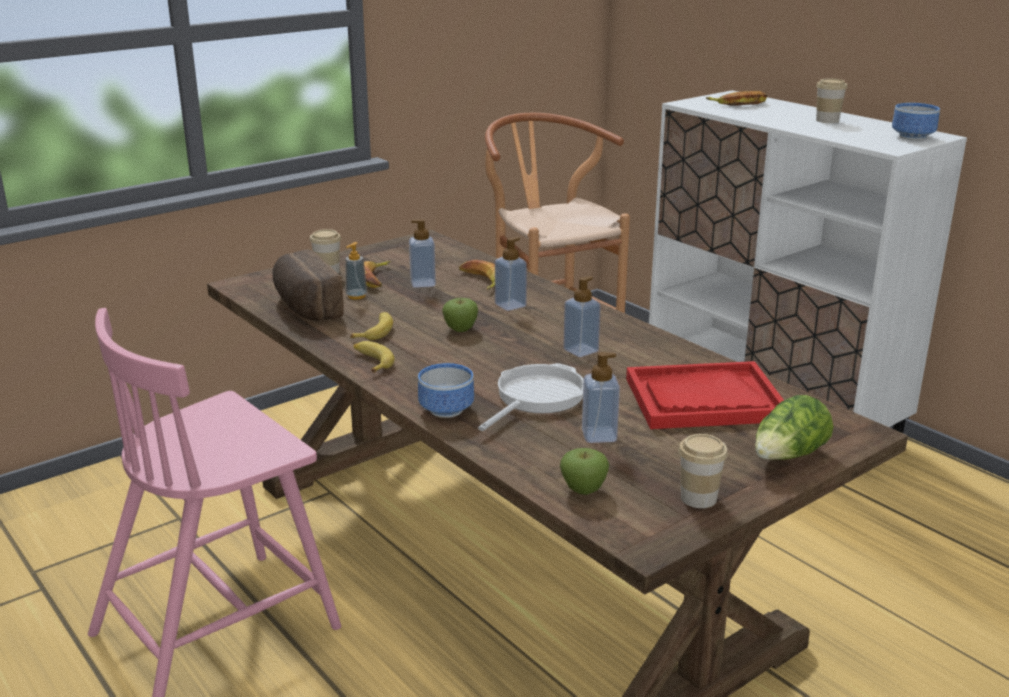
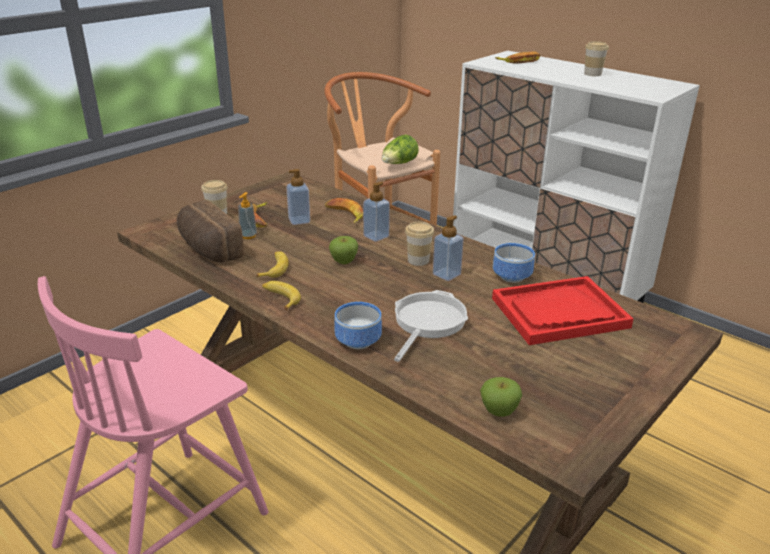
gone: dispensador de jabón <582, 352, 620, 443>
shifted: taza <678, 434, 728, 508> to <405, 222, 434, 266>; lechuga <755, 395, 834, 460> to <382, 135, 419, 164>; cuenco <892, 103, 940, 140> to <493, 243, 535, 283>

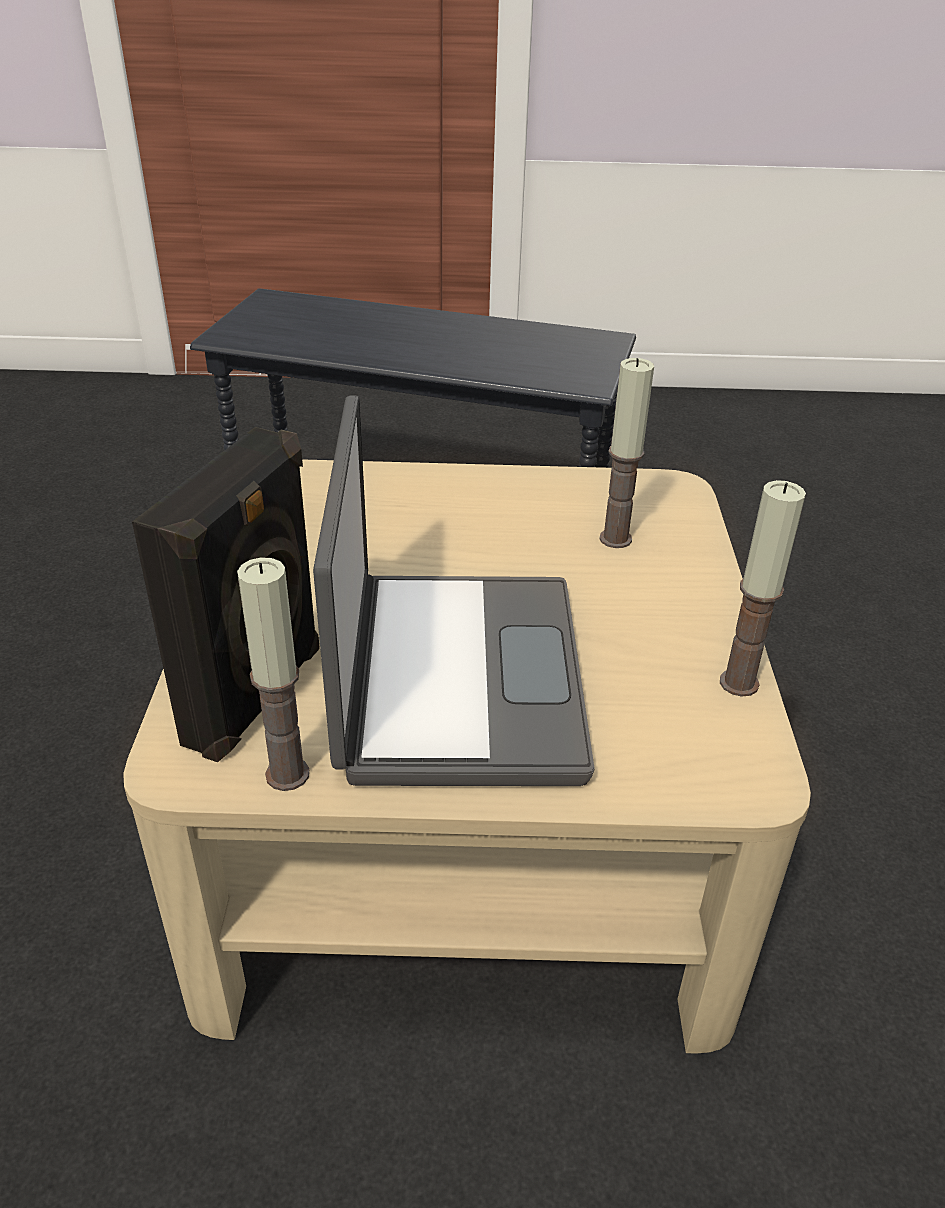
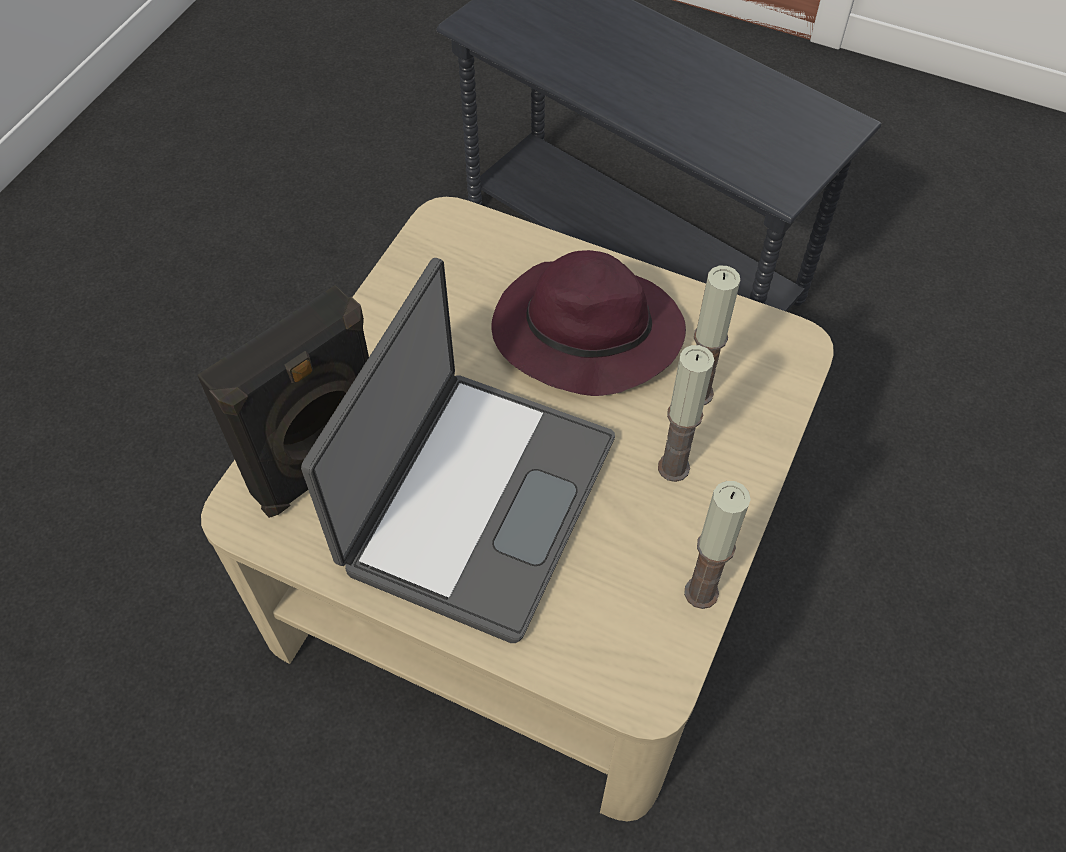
new: sombrero/morado <492, 250, 686, 396>
shifted: vela <237, 557, 309, 791> to <658, 345, 714, 482>

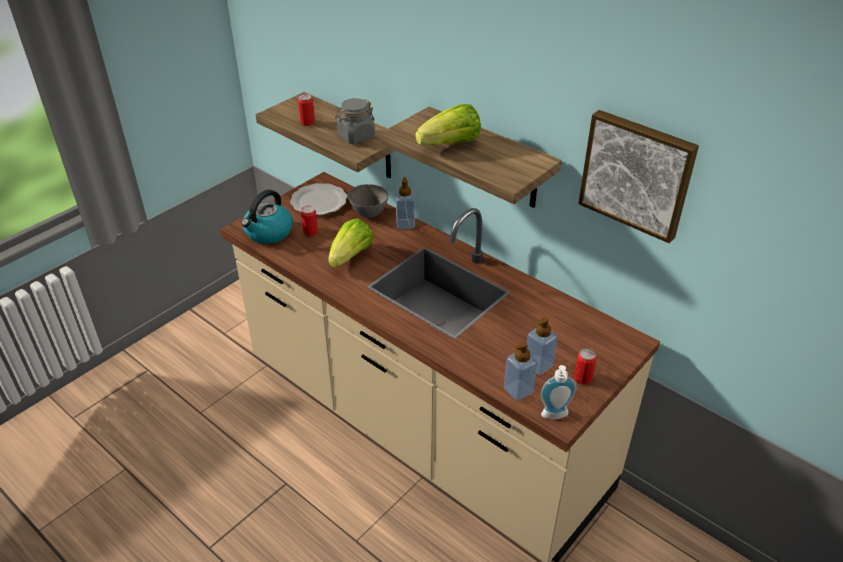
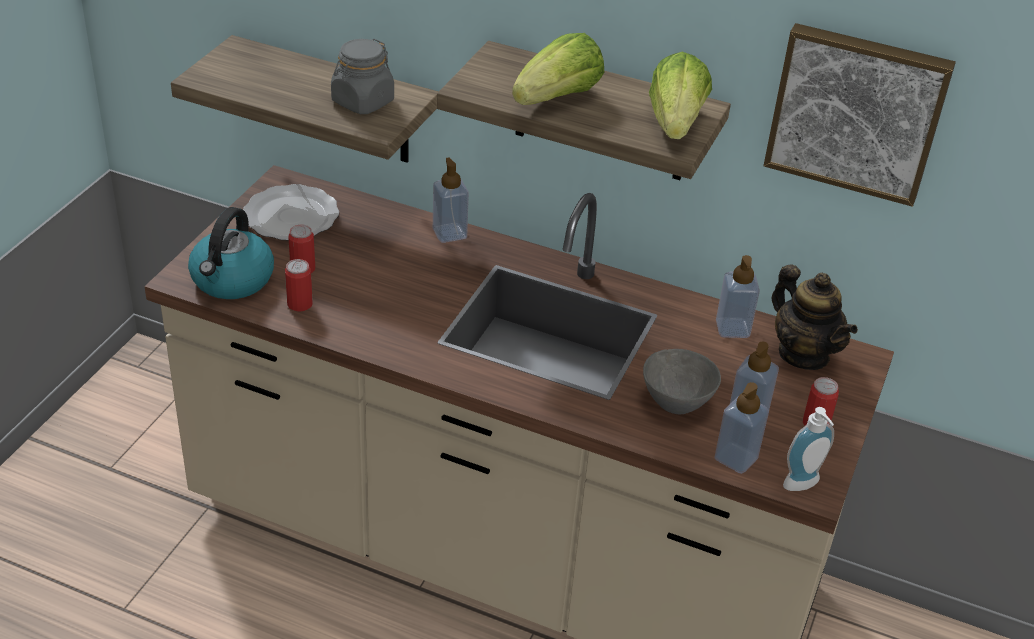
new: dispensador de jabón <716, 255, 760, 338>; tetera <772, 264, 858, 370>
shifted: lata <298, 94, 315, 126> to <285, 259, 313, 312>; lechuga <328, 218, 373, 268> to <649, 52, 712, 139>; cuenco/gris <348, 184, 389, 218> to <643, 349, 721, 414>

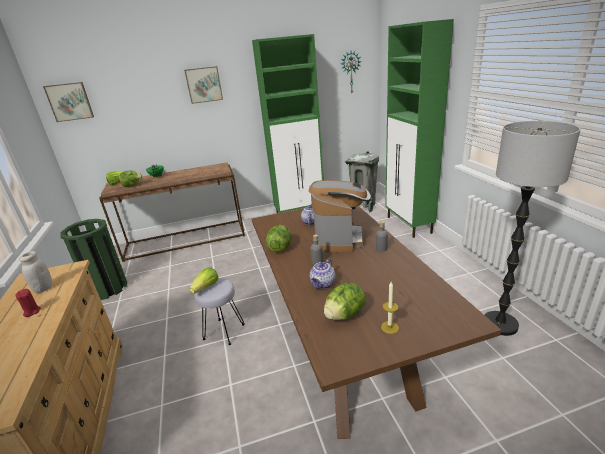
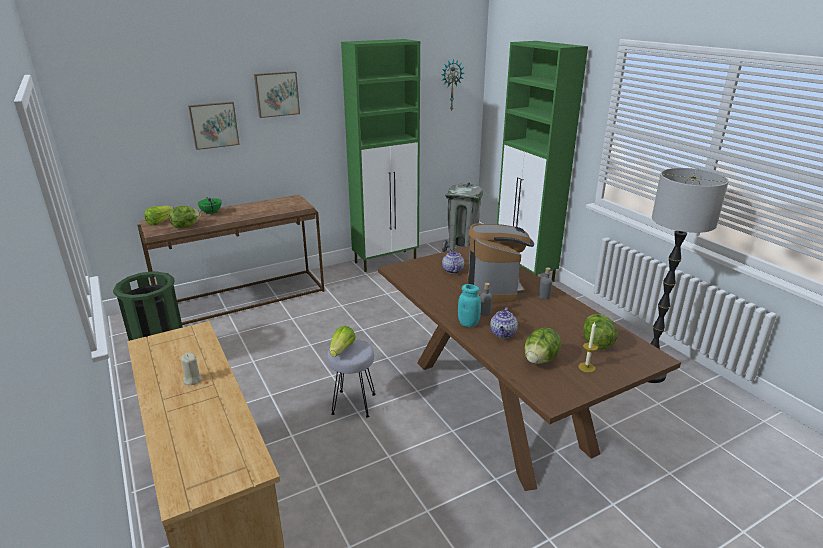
gone: tarro/blanco <19, 251, 52, 293>
new: tarro/turquesa <458, 284, 481, 327>
shifted: cuadro <43, 82, 94, 122> to <188, 102, 240, 150>; lechuga <266, 225, 292, 252> to <583, 314, 618, 350>
repainted: vela/rojo <15, 289, 41, 317> to vela/beis <181, 352, 202, 385>

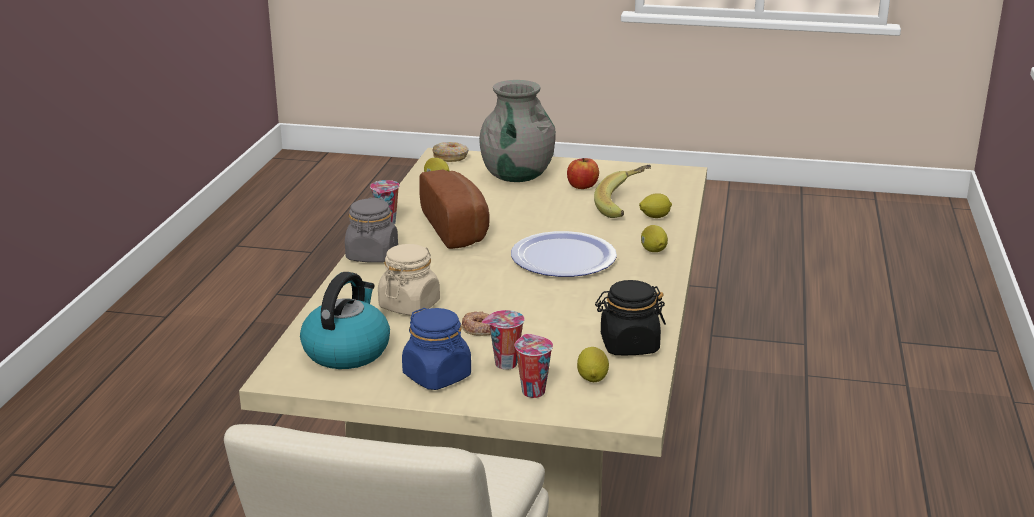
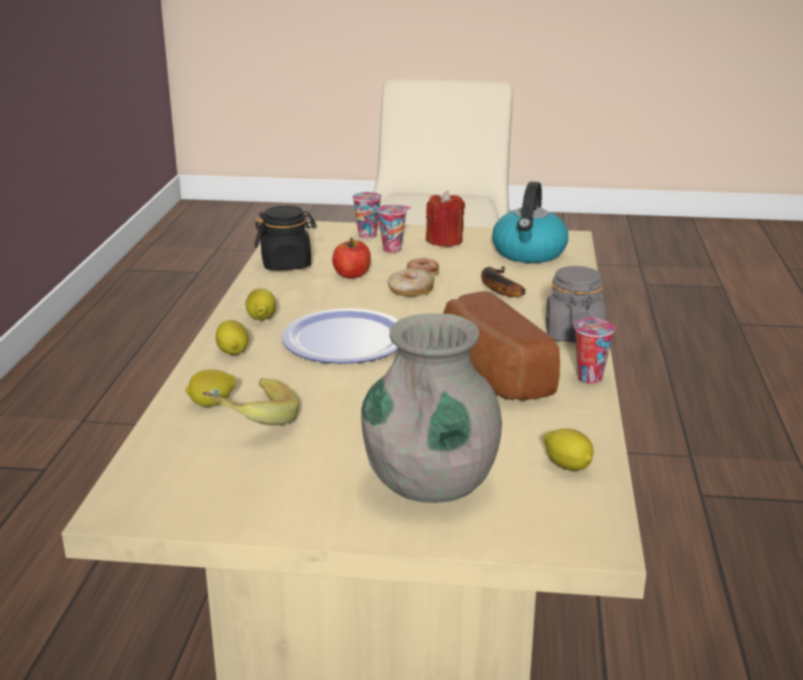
shifted: rosquilla <433, 142, 469, 162> to <387, 268, 434, 297>; manzana <567, 158, 599, 189> to <332, 238, 371, 278>; limón <577, 347, 609, 382> to <245, 288, 276, 320>
swapped: tarro/beis <378, 244, 440, 316> to plátano <481, 266, 526, 297>; tarro/azul <402, 308, 471, 390> to vela/rojo <426, 191, 465, 247>

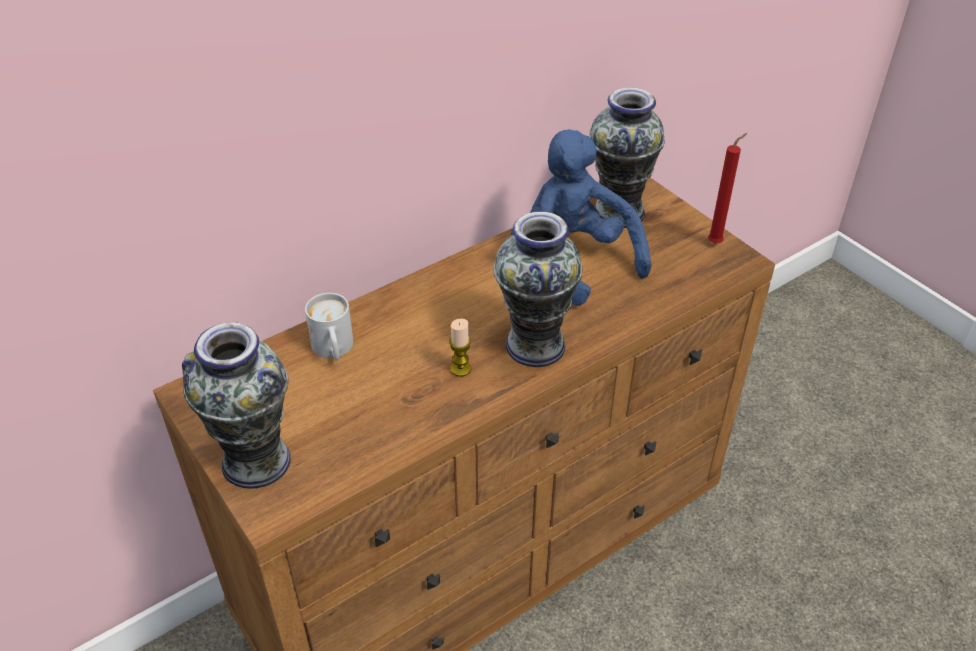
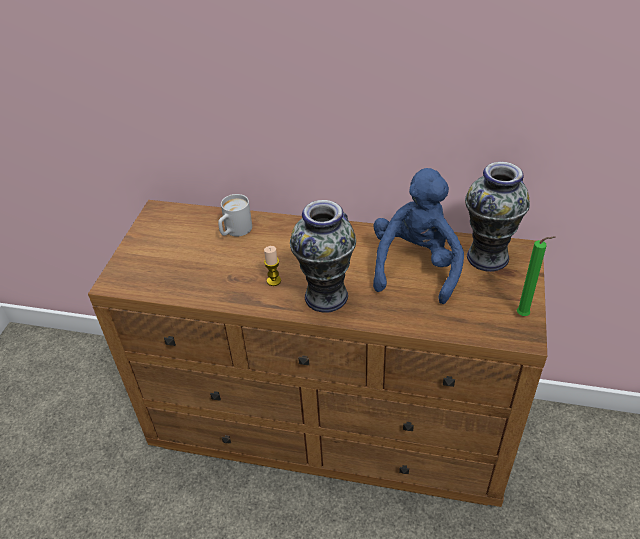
gone: florero <182, 322, 291, 489>
repainted: vela/rojo <708, 133, 747, 244> to vela/verde <517, 236, 555, 316>

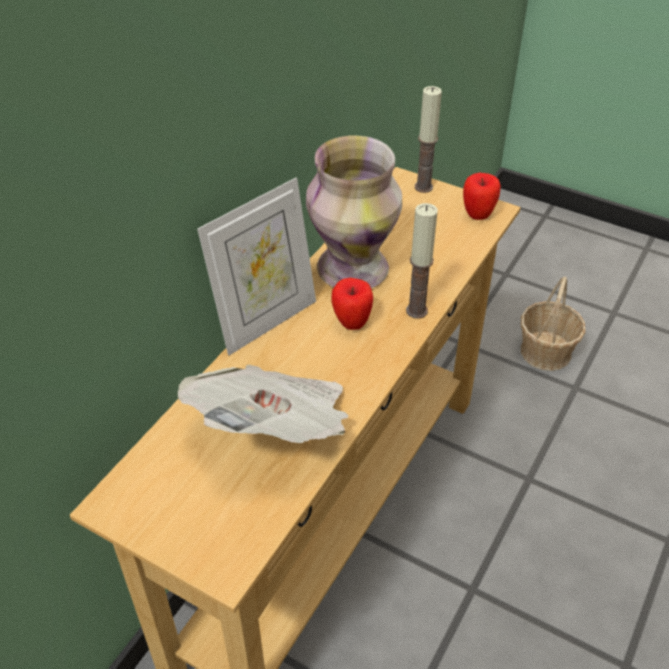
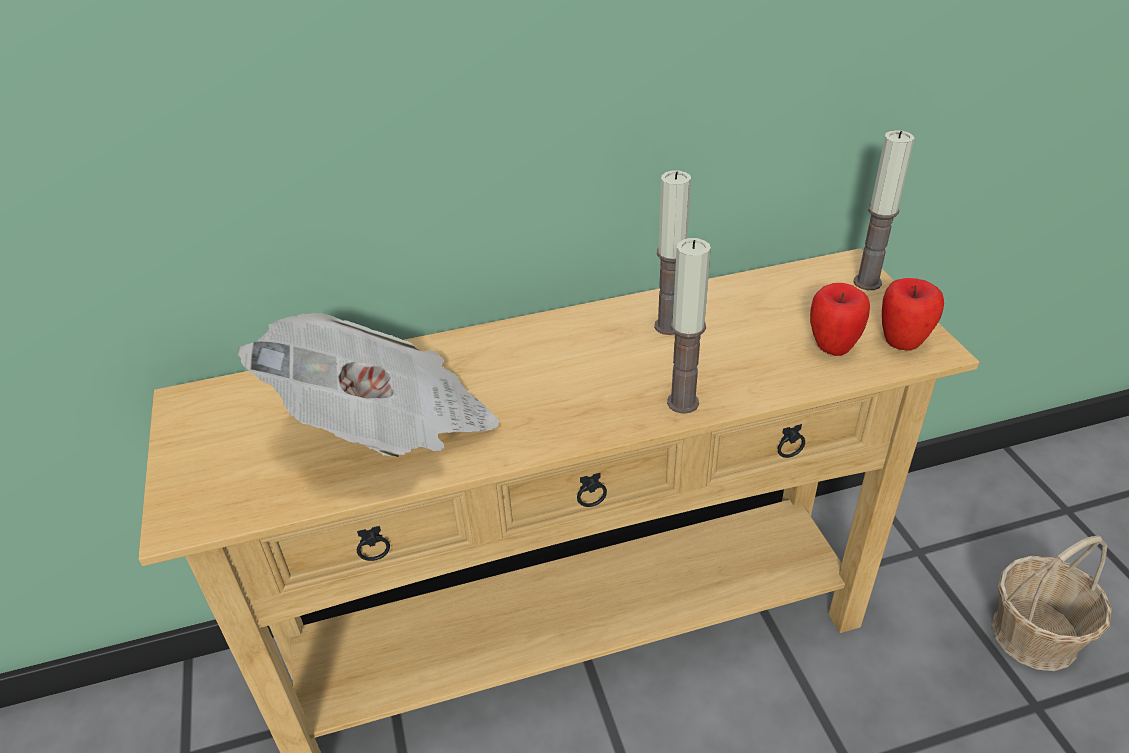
gone: portarretratos <197, 177, 316, 355>
shifted: manzana <331, 278, 373, 330> to <810, 283, 870, 356>
swapped: florero <306, 135, 402, 288> to vela <654, 170, 691, 335>

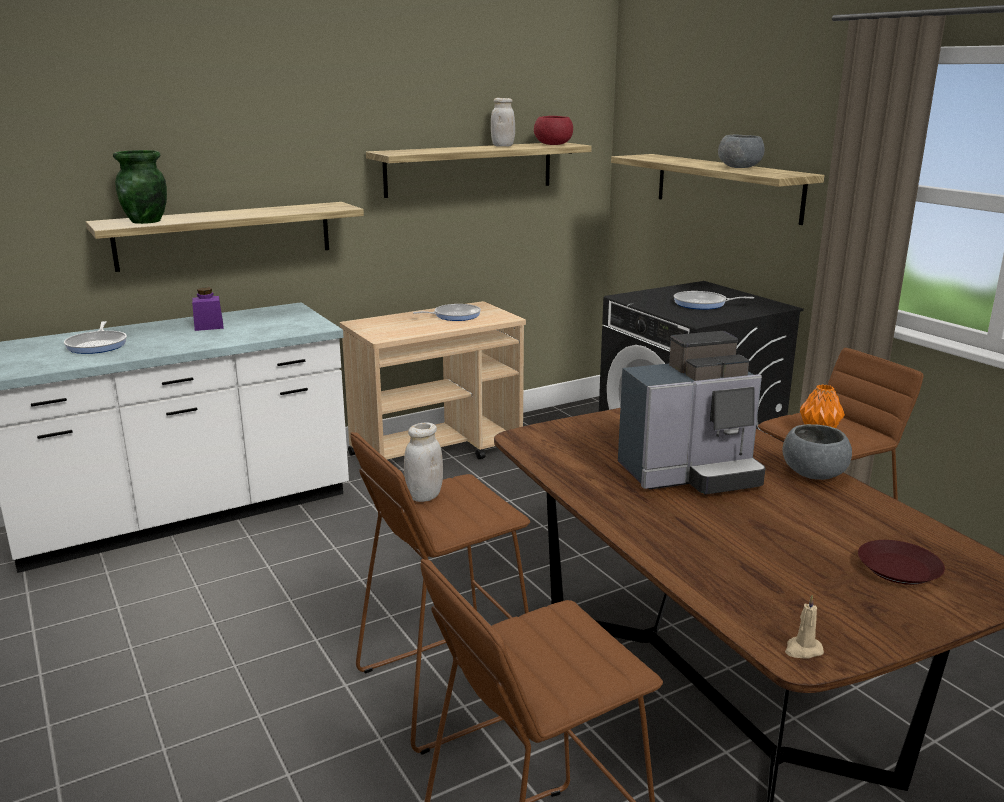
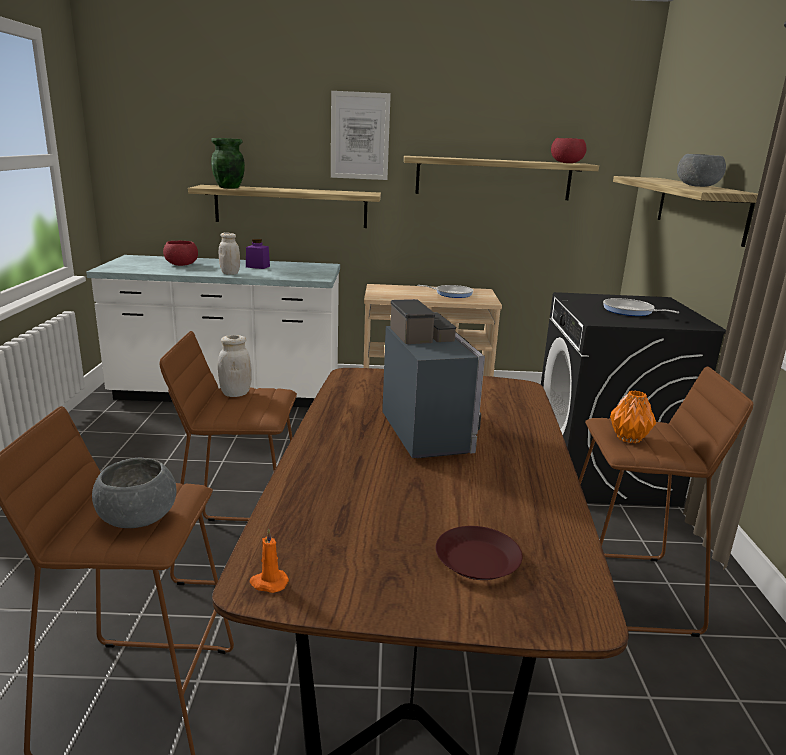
new: cuadro <331, 91, 391, 180>
shifted: tarro/blanco <491, 98, 515, 147> to <219, 233, 240, 275>; cuenco/gris <782, 424, 852, 480> to <92, 457, 176, 528>
swapped: sartén <64, 321, 127, 354> to cuenco/rojo <163, 241, 198, 266>
repainted: vela/beis <785, 595, 824, 659> to vela/naranja <250, 528, 289, 593>
rotated: cafetera <618, 331, 766, 495> = <382, 299, 485, 458> 120 degrees counterclockwise

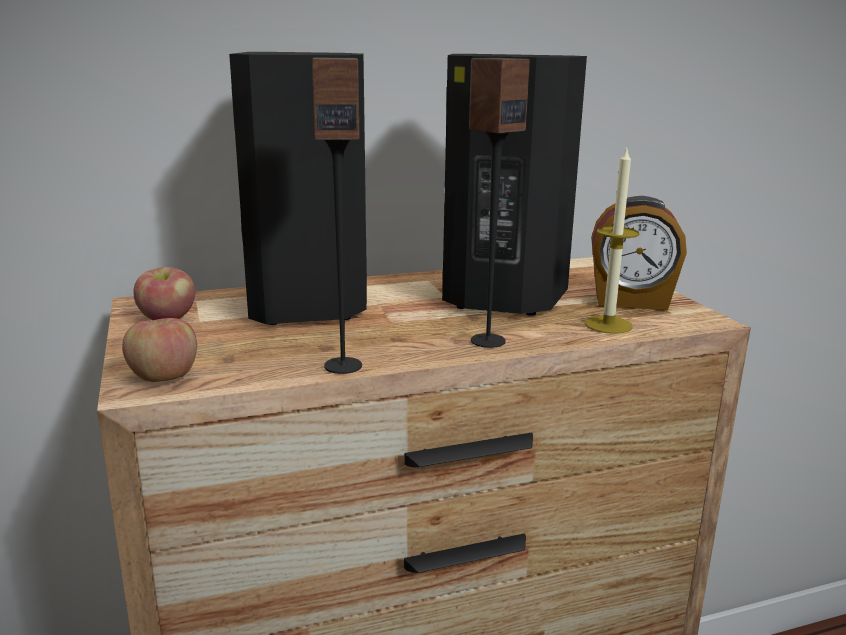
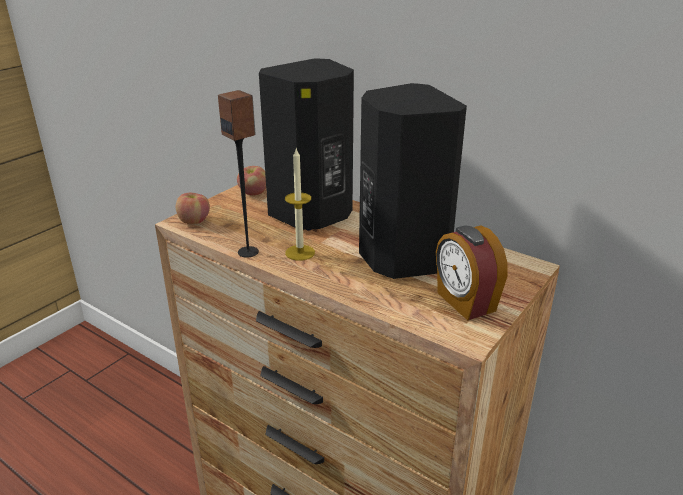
gone: altavoz <469, 58, 530, 348>
shifted: vela <585, 146, 640, 334> to <285, 149, 315, 261>

